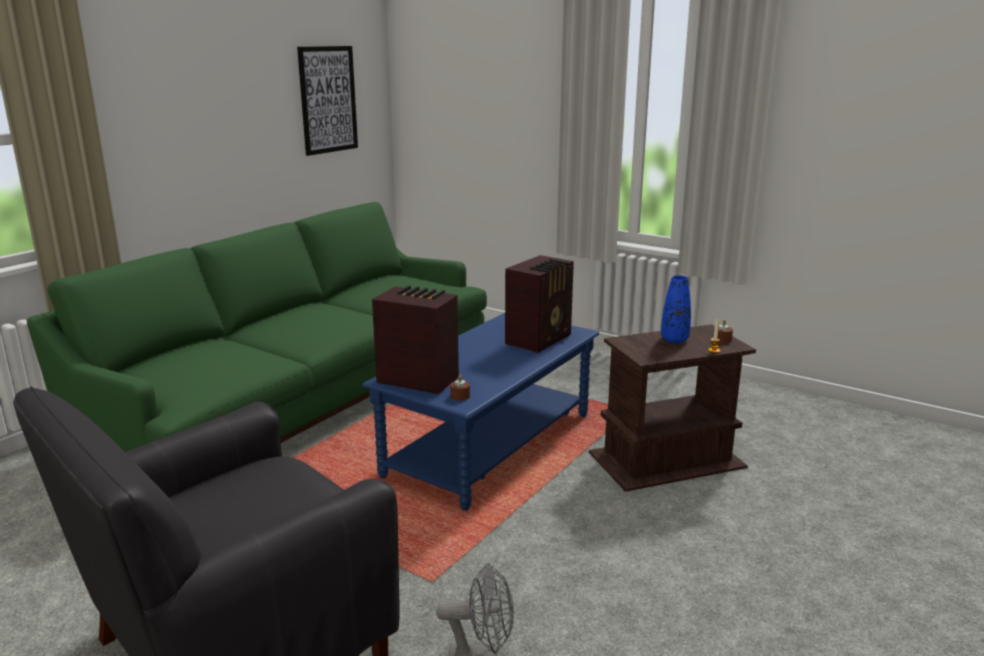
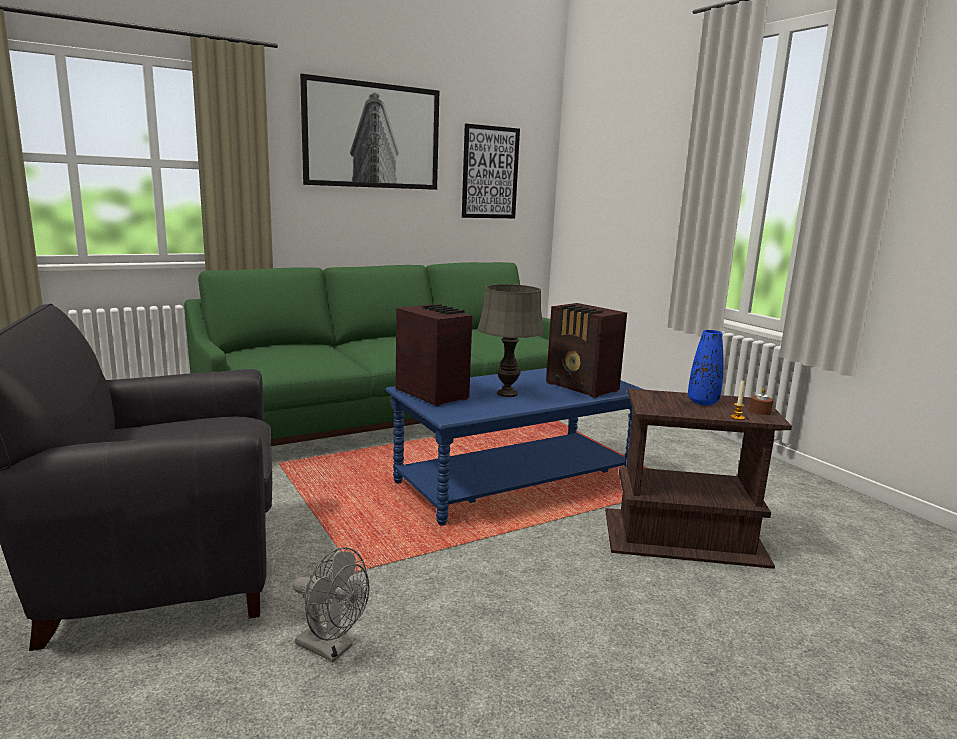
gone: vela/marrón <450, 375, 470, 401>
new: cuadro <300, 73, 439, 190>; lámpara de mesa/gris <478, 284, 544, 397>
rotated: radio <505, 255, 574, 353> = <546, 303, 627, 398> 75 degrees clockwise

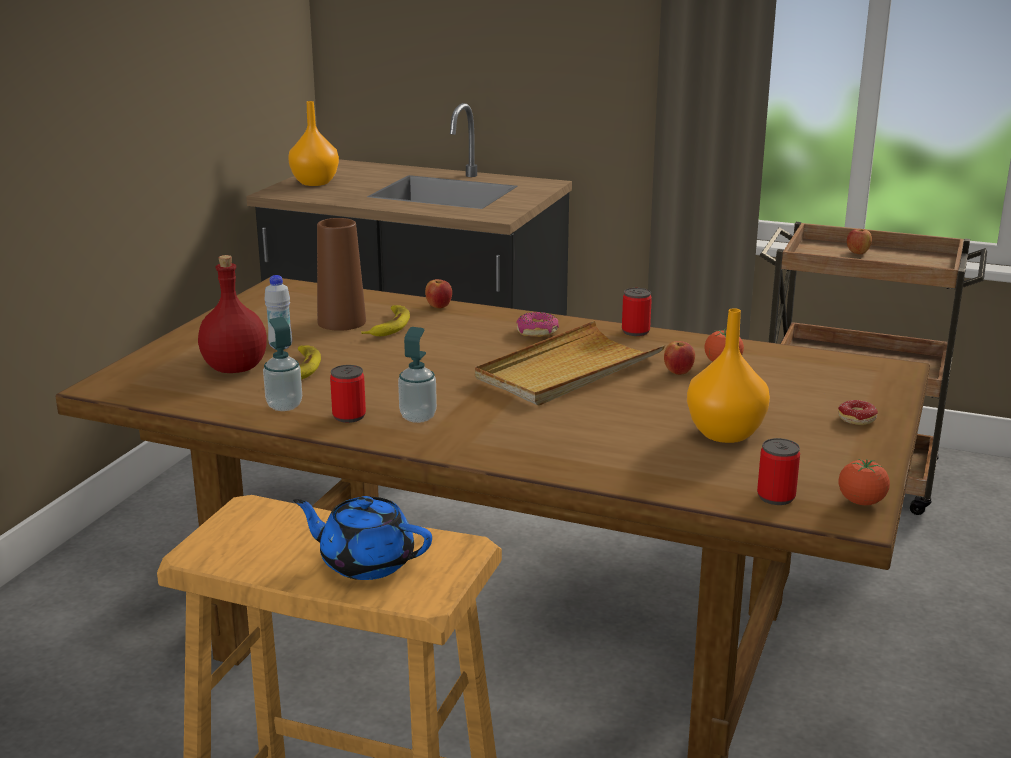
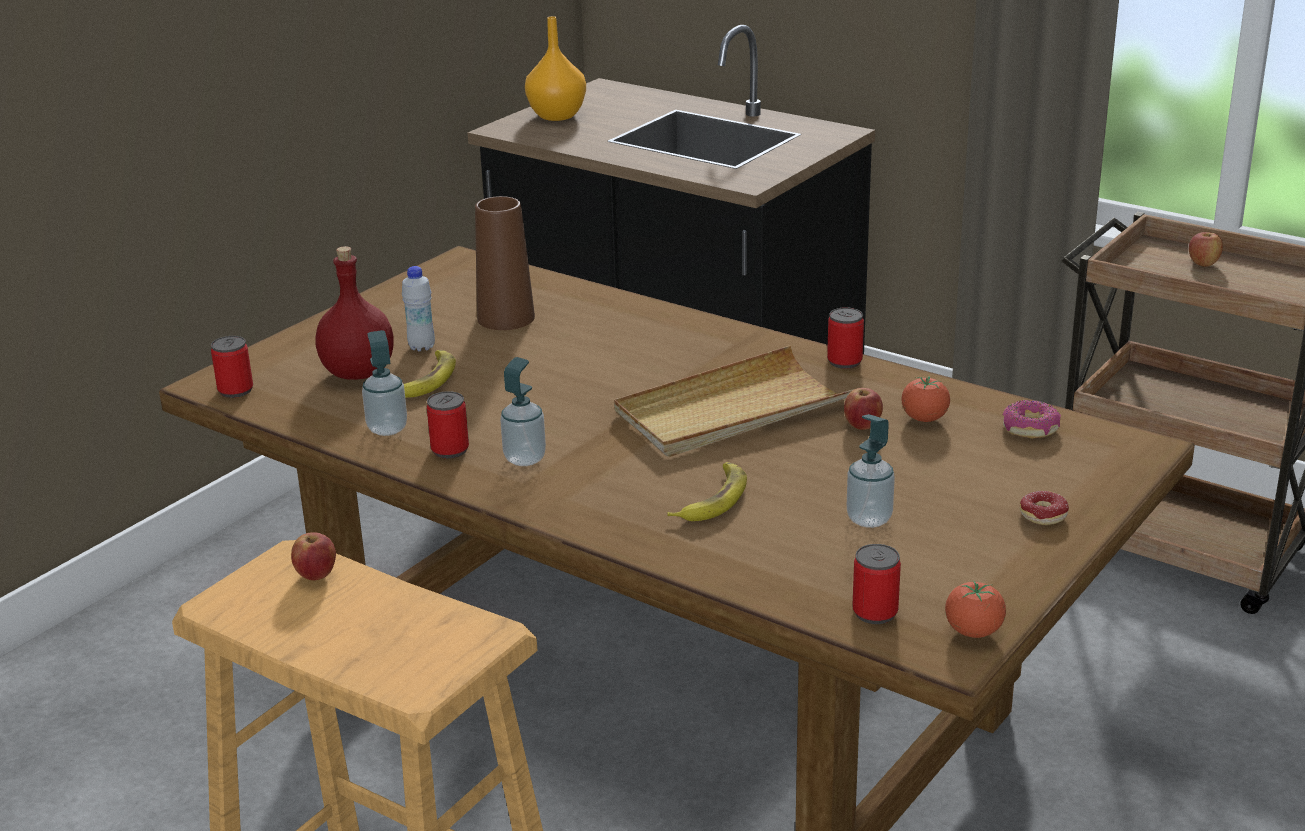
gone: tetera/azul <293, 496, 432, 580>
new: lata <211, 336, 253, 398>
shifted: plátano <361, 305, 410, 336> to <667, 462, 747, 521>; manzana <425, 279, 452, 308> to <291, 532, 336, 581>; rosquilla <516, 312, 559, 337> to <1002, 400, 1061, 439>
swapped: florero/naranja <687, 308, 770, 443> to dispensador de jabón <847, 414, 895, 528>

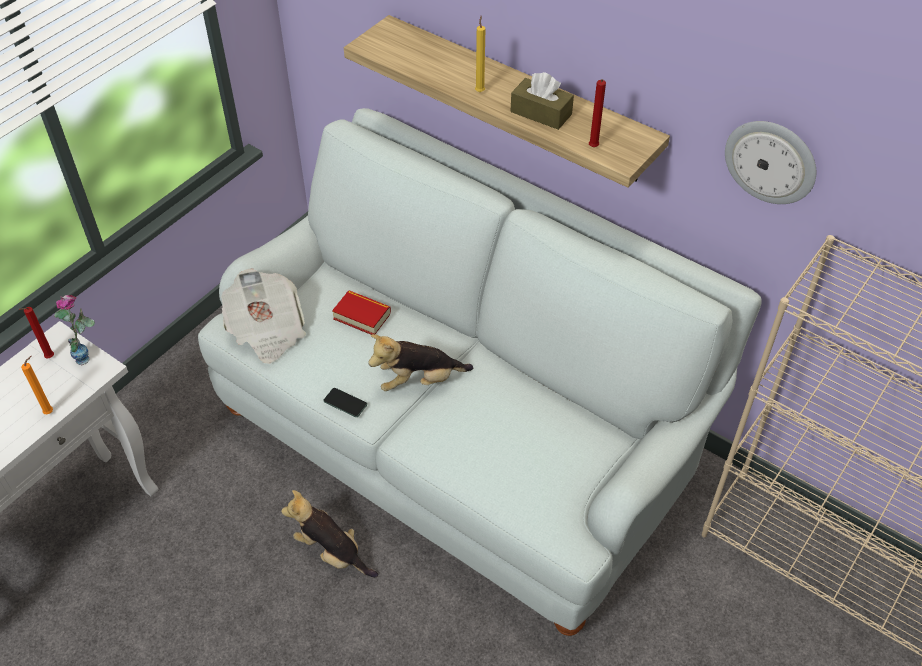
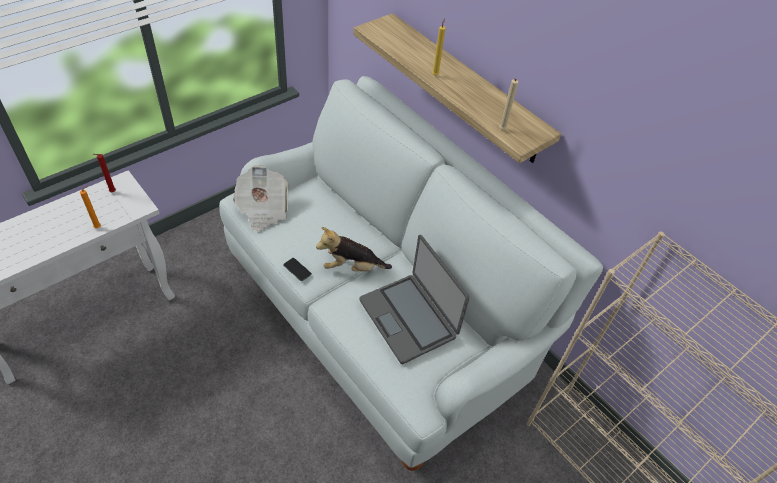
gone: florero <54, 295, 95, 365>; peluche <281, 490, 378, 578>; libro <332, 291, 391, 335>; caja de pañuelos/marrón <511, 72, 574, 130>; reloj de pared <725, 121, 816, 204>
new: portátil <359, 235, 469, 364>
repainted: vela/rojo <589, 79, 606, 147> to vela/beis <499, 79, 518, 129>

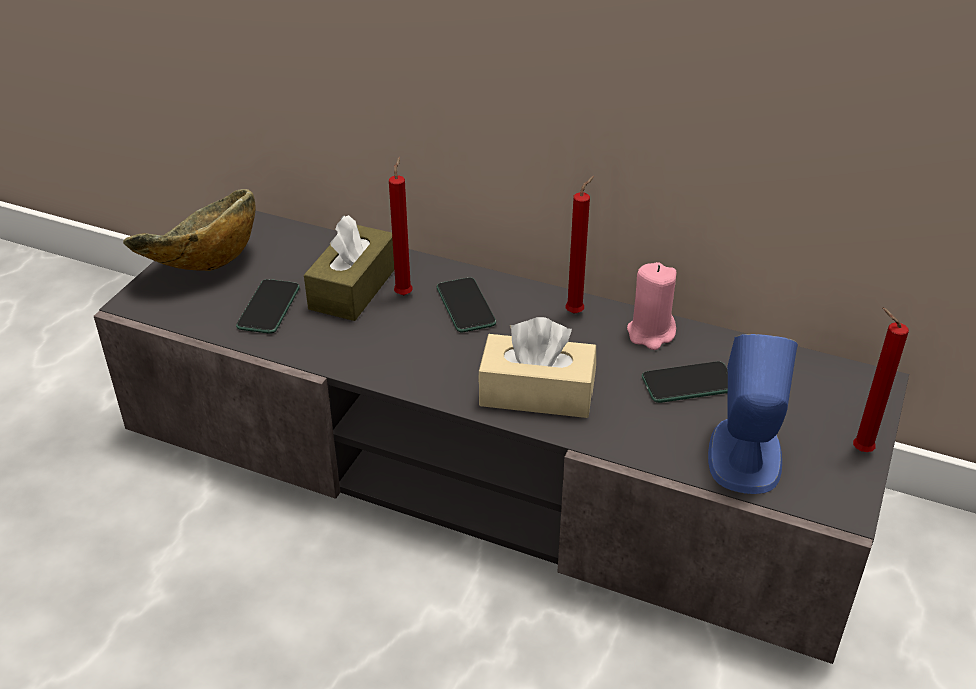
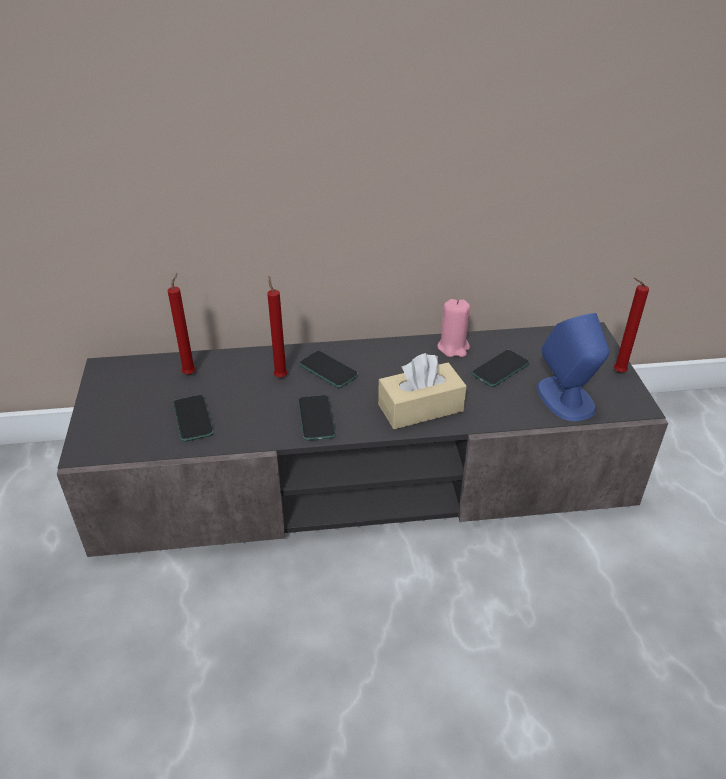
gone: cuenco <123, 189, 256, 271>; caja de pañuelos/marrón <304, 215, 394, 321>
new: móvil <298, 395, 336, 441>
shifted: vela/rojo <566, 176, 594, 314> to <167, 273, 196, 375>

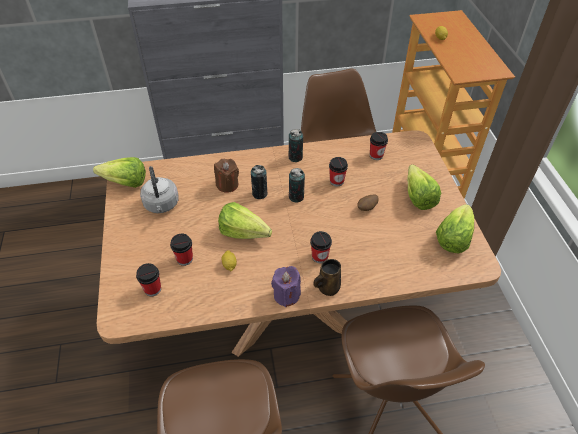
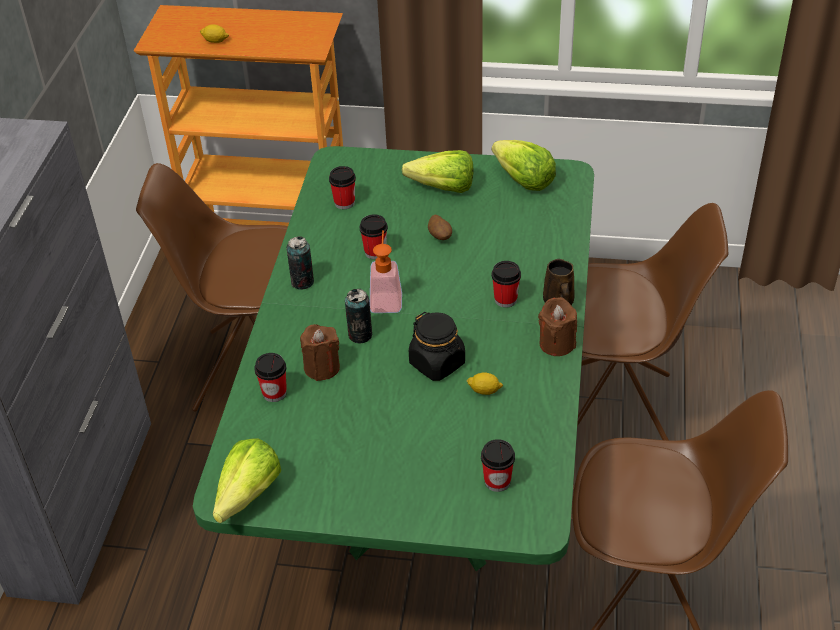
gone: hervidor/gris <140, 166, 179, 213>
shifted: taza <170, 234, 193, 266> to <254, 353, 287, 402>
swapped: lechuga <218, 202, 272, 239> to tarro/negro <409, 312, 465, 381>; lata <289, 168, 305, 203> to dispensador de jabón <370, 230, 402, 313>
repainted: mesa de comedor/marrón <97, 130, 501, 357> to mesa de comedor/verde <193, 146, 594, 571>; vela/morado <271, 266, 301, 307> to vela/marrón <538, 297, 577, 356>

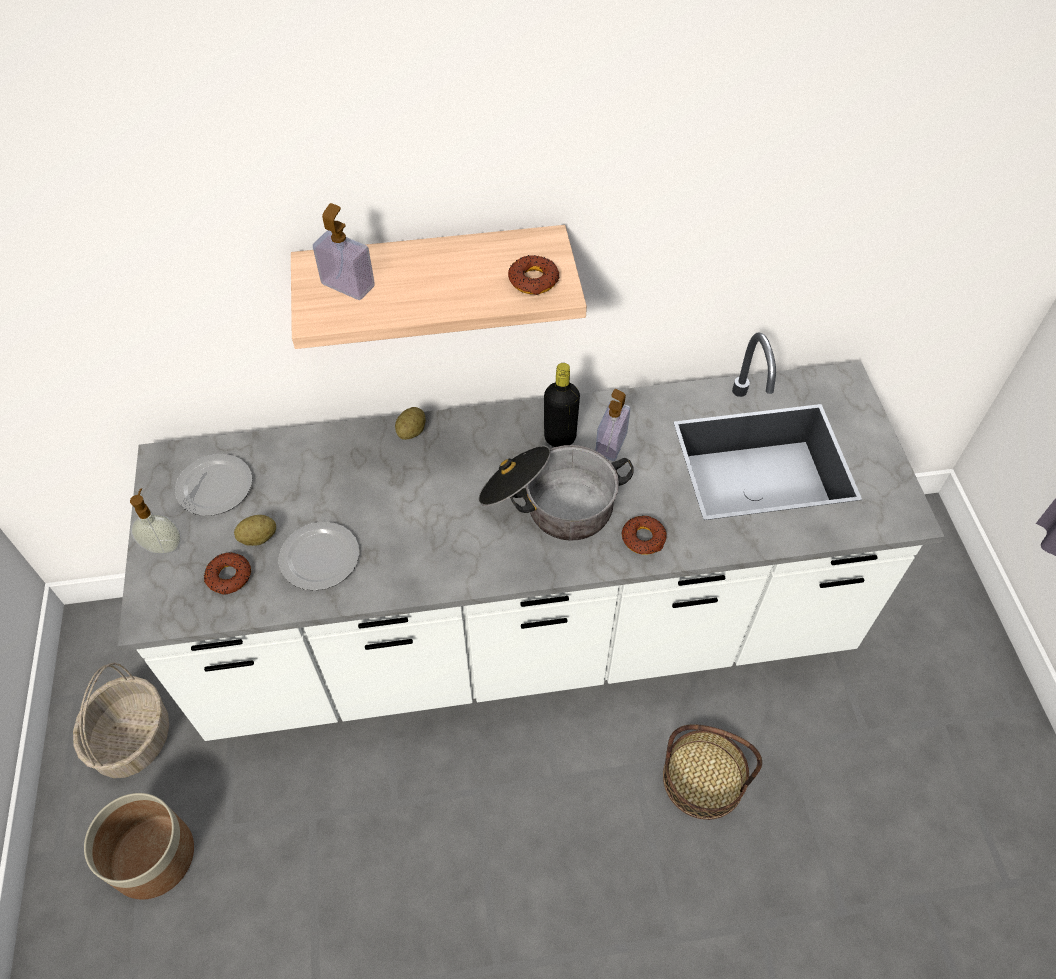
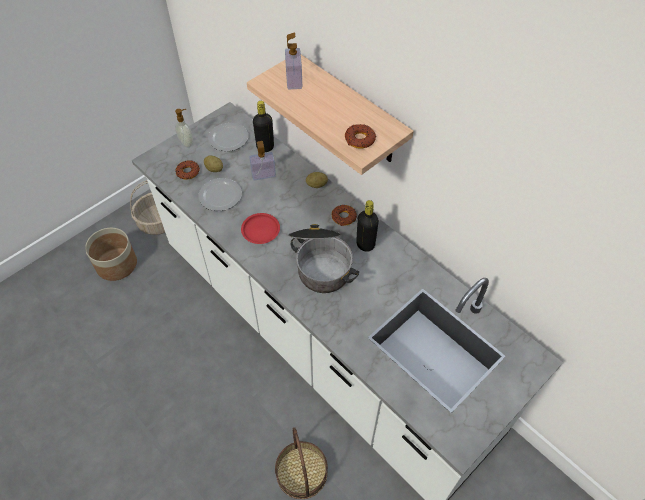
new: plato/rojo <241, 213, 280, 244>; botella/negro <253, 101, 274, 152>
shifted: dispensador de jabón <595, 389, 630, 461> to <249, 141, 276, 180>; rosquilla <621, 516, 667, 555> to <332, 205, 357, 226>

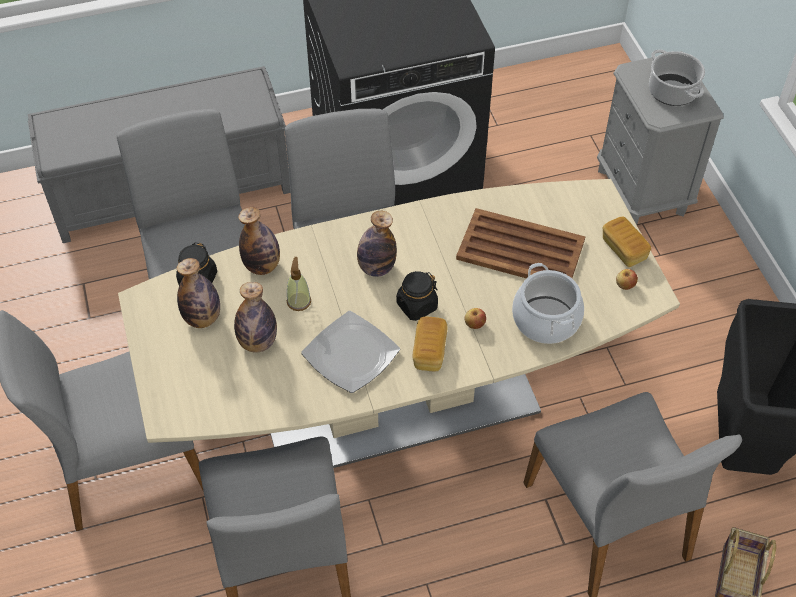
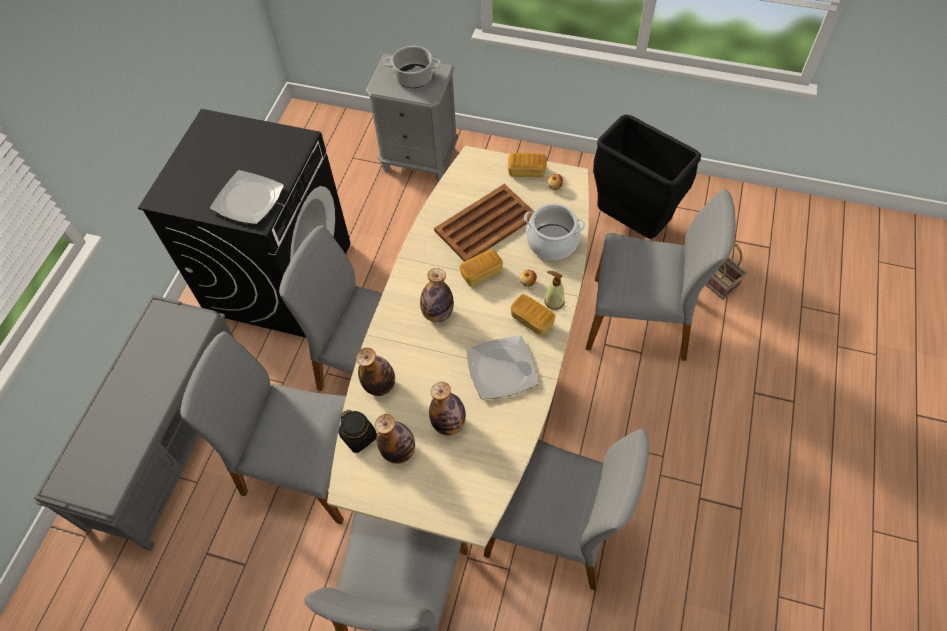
gone: tarro/negro <396, 271, 438, 321>
new: plato <210, 170, 284, 224>; pan <459, 249, 503, 287>
shifted: dispensador de jabón <287, 257, 311, 311> to <545, 271, 565, 310>

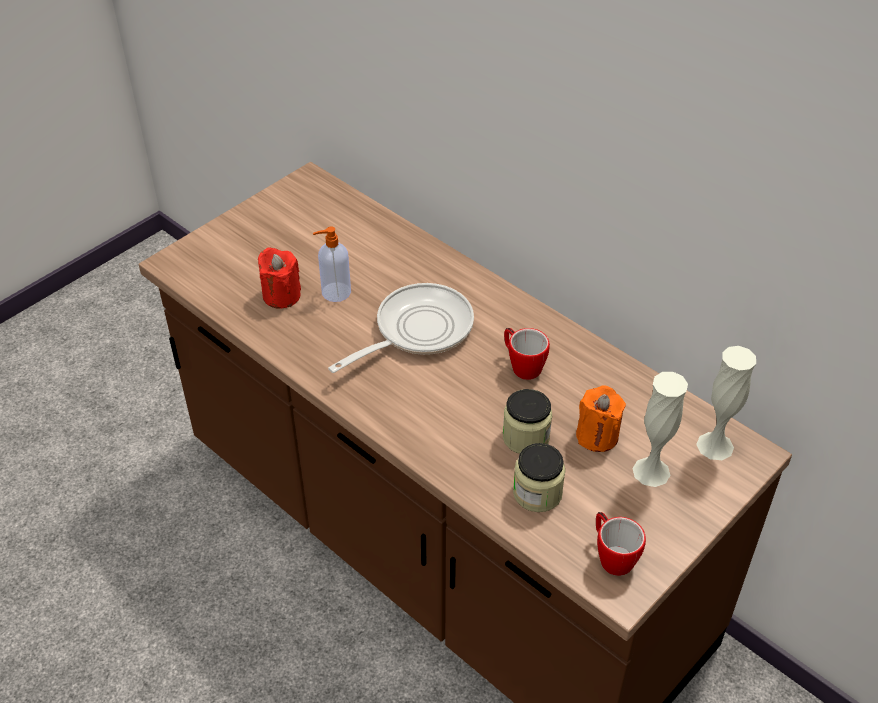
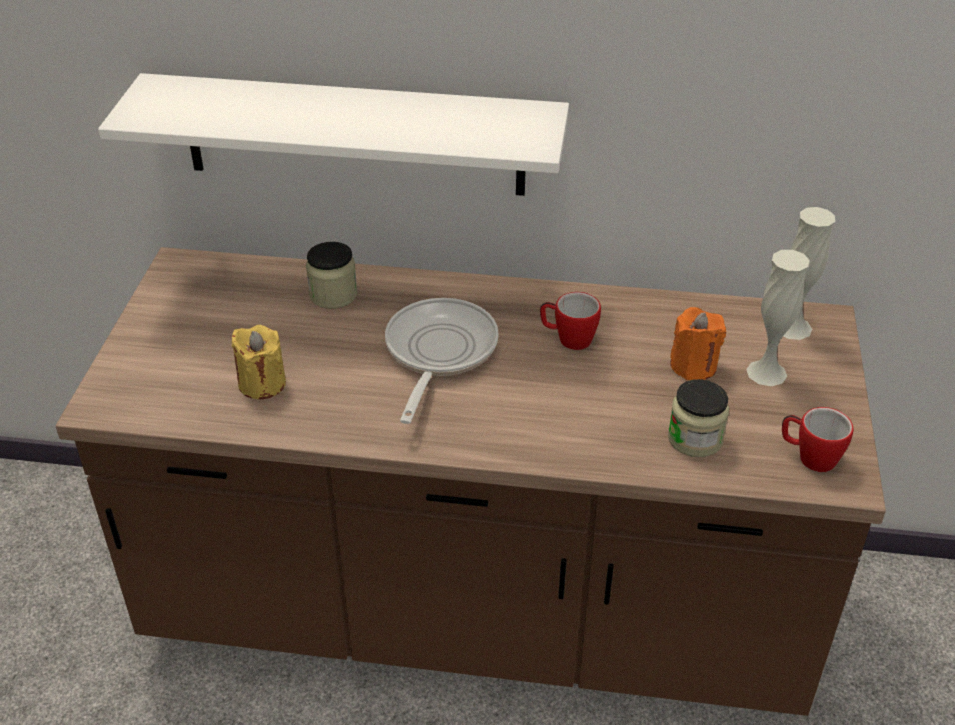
gone: dispensador de jabón <313, 226, 351, 302>
new: estante/blanco <98, 73, 569, 196>
shifted: tarro <503, 389, 552, 454> to <306, 242, 357, 309>
repainted: vela/rojo <258, 247, 301, 309> to vela/amarillo <232, 325, 286, 399>

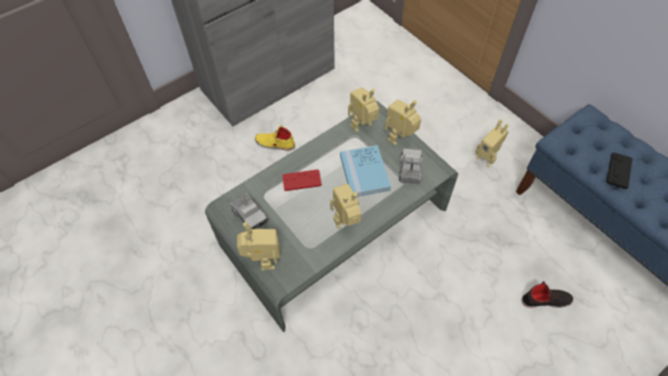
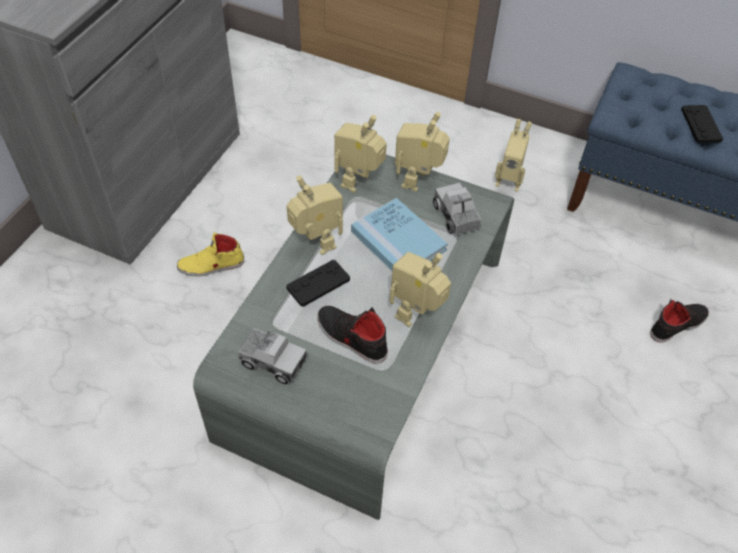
new: zapato/negro <317, 306, 388, 363>
shifted: robot de juguete <237, 222, 280, 271> to <286, 176, 343, 255>
repainted: mando de consola/rojo <282, 169, 322, 191> to mando de consola/negro <286, 260, 350, 307>

